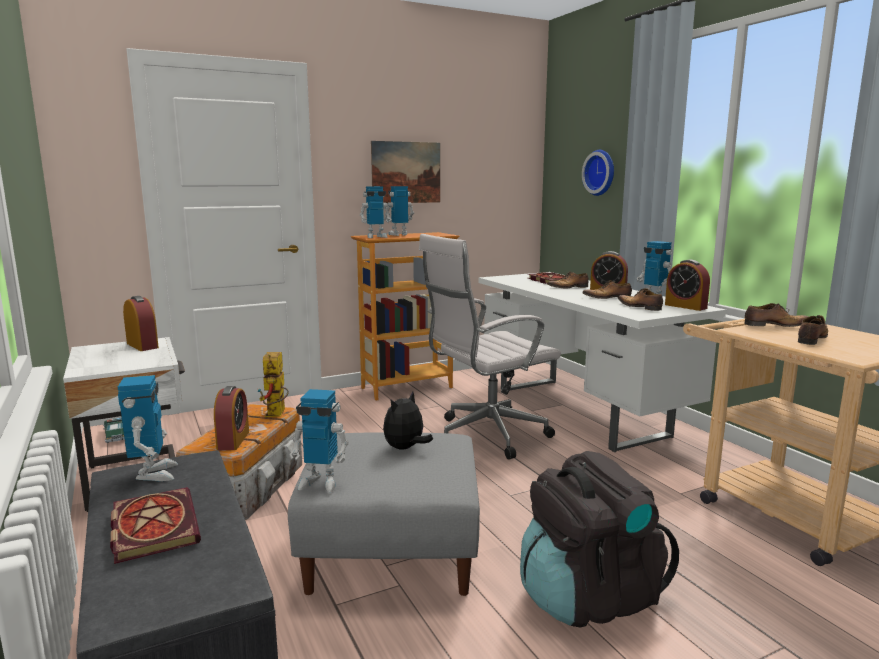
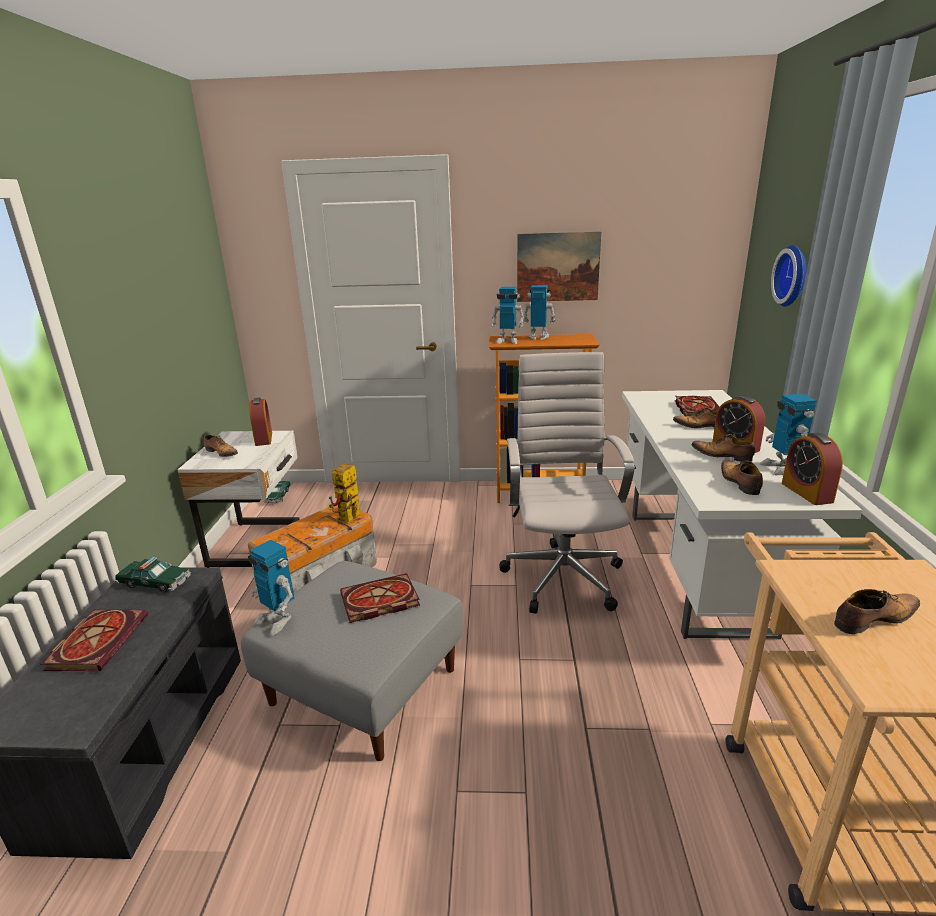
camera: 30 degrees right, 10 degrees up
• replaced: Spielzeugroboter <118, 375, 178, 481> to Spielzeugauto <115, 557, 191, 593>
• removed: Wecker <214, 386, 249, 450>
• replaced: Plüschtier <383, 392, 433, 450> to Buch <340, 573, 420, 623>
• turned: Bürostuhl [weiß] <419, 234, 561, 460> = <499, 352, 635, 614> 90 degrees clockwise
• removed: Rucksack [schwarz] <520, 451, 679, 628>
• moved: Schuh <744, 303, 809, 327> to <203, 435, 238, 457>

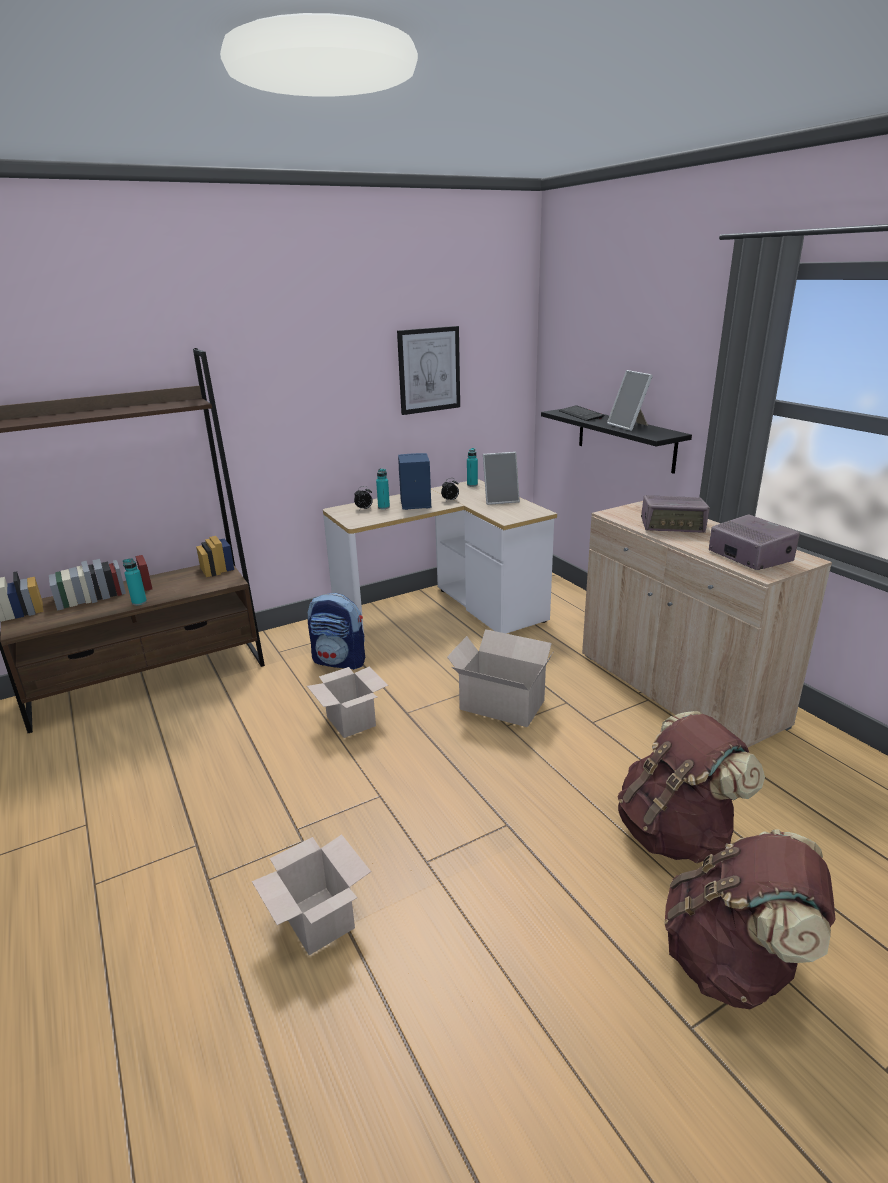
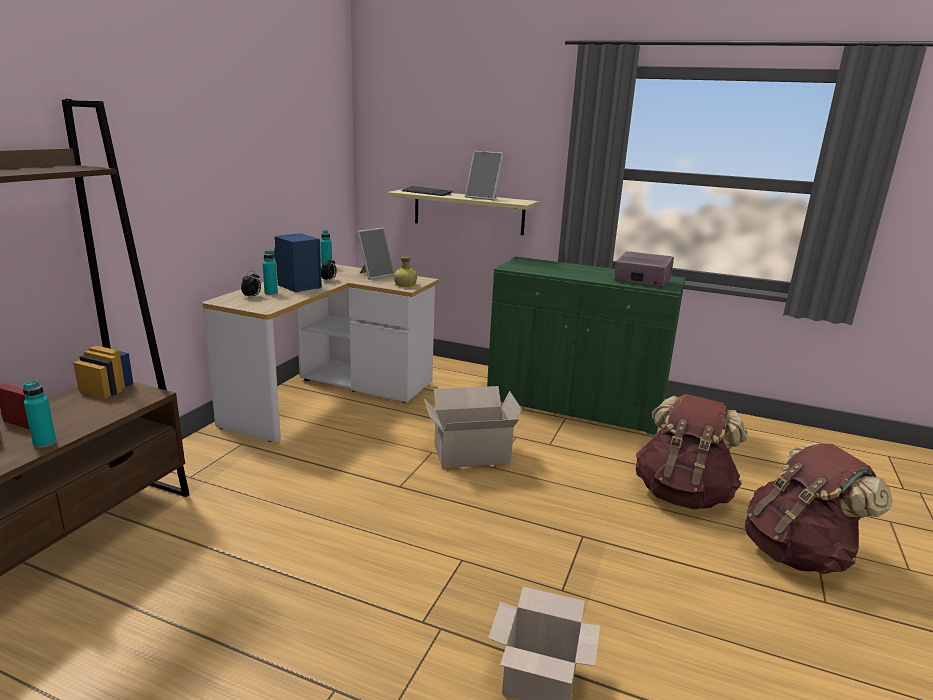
camera: 40 degrees left, 5 degrees down
• removed: Karton <307, 666, 388, 738>
• removed: Rucksack <308, 593, 365, 670>
• removed: Bild <397, 326, 460, 415>
• recoloured: Wandregal [schwarz] <541, 409, 692, 474> to Wandregal [beige] <387, 189, 539, 235>
• recoloured: Schrank [beige] <582, 501, 832, 747> to Schrank [grün] <487, 257, 685, 436>
• removed: Radio <641, 495, 710, 533>
• added: Flasche <393, 256, 417, 287>

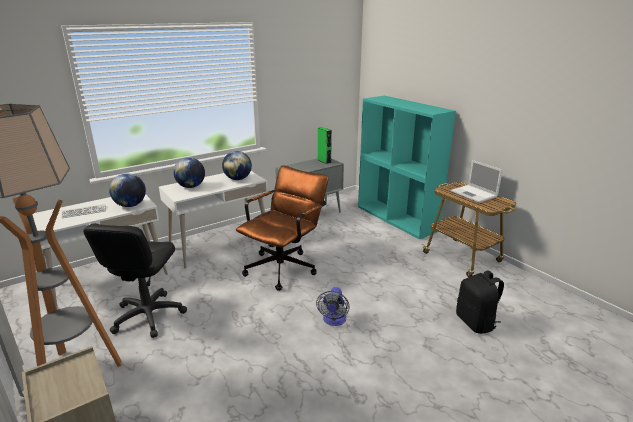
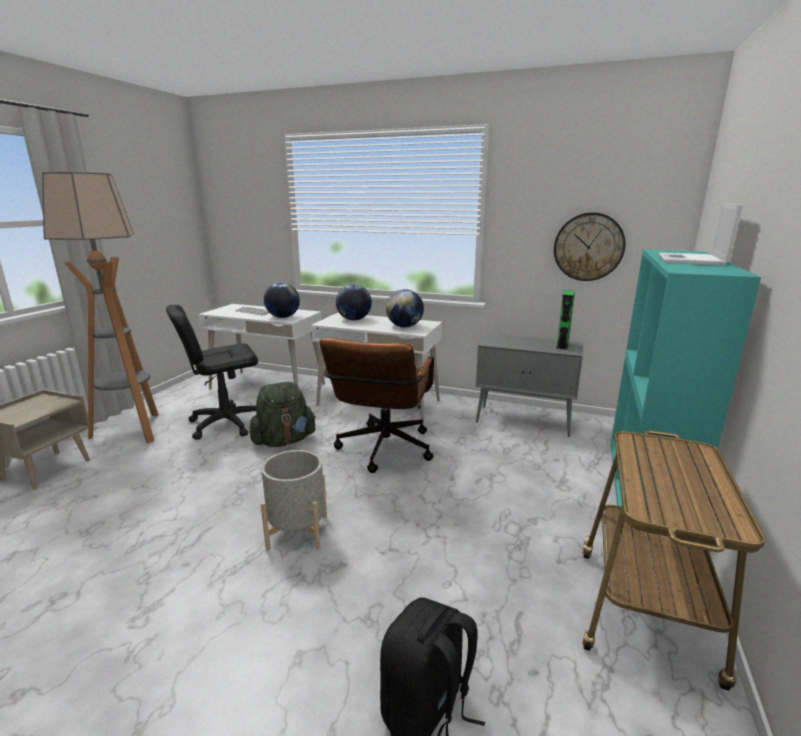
camera: 55 degrees right, 5 degrees down
• turned: Bürostuhl [braun] <236, 165, 329, 291> = <319, 338, 434, 473> 105 degrees clockwise
• replaced: Ventilator <316, 287, 350, 326> to Pflanzkübel [grau] <260, 450, 327, 550>
• moved: Laptop <450, 160, 503, 203> to <658, 204, 743, 266>
• added: Rucksack [grün] <249, 382, 316, 447>
• added: Wanduhr <554, 212, 625, 281>

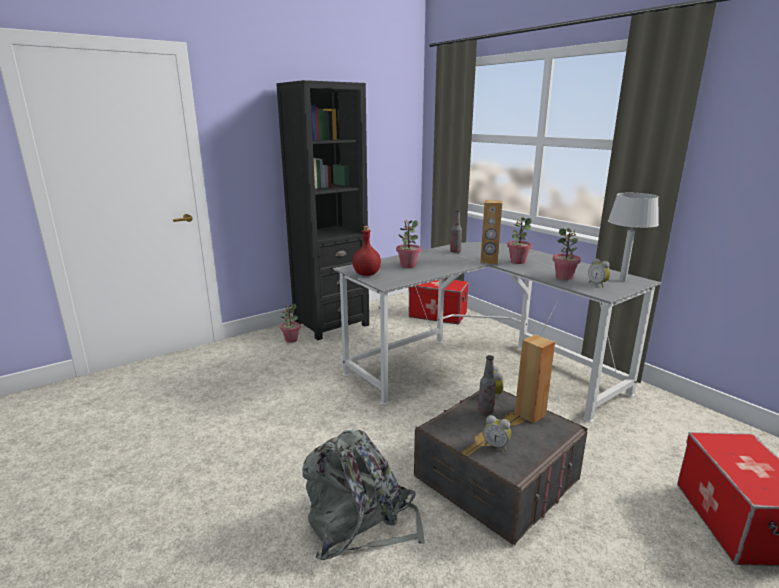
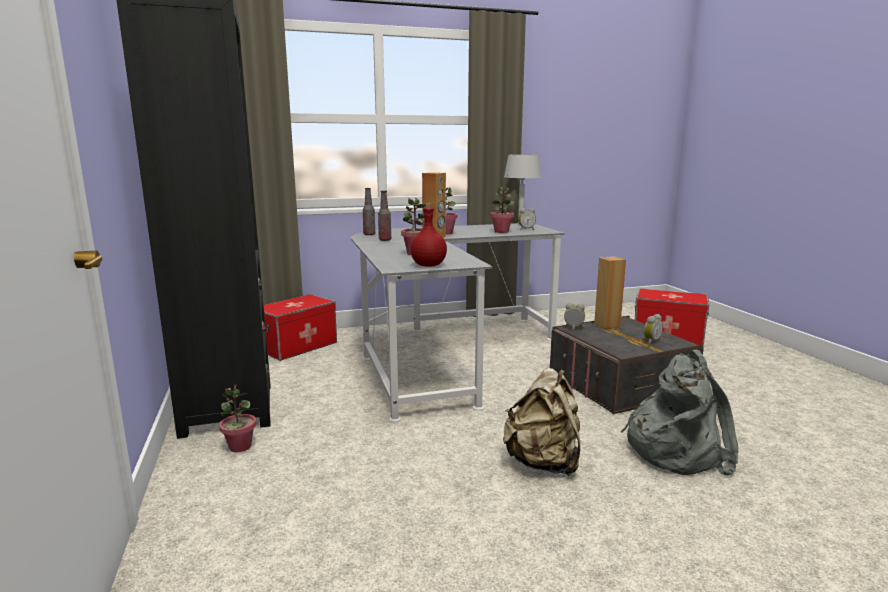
camera: 70 degrees left, 5 degrees down
• moved: Flasche <478, 355, 496, 414> to <363, 188, 375, 235>
• added: Rucksack [beige] <503, 368, 580, 476>

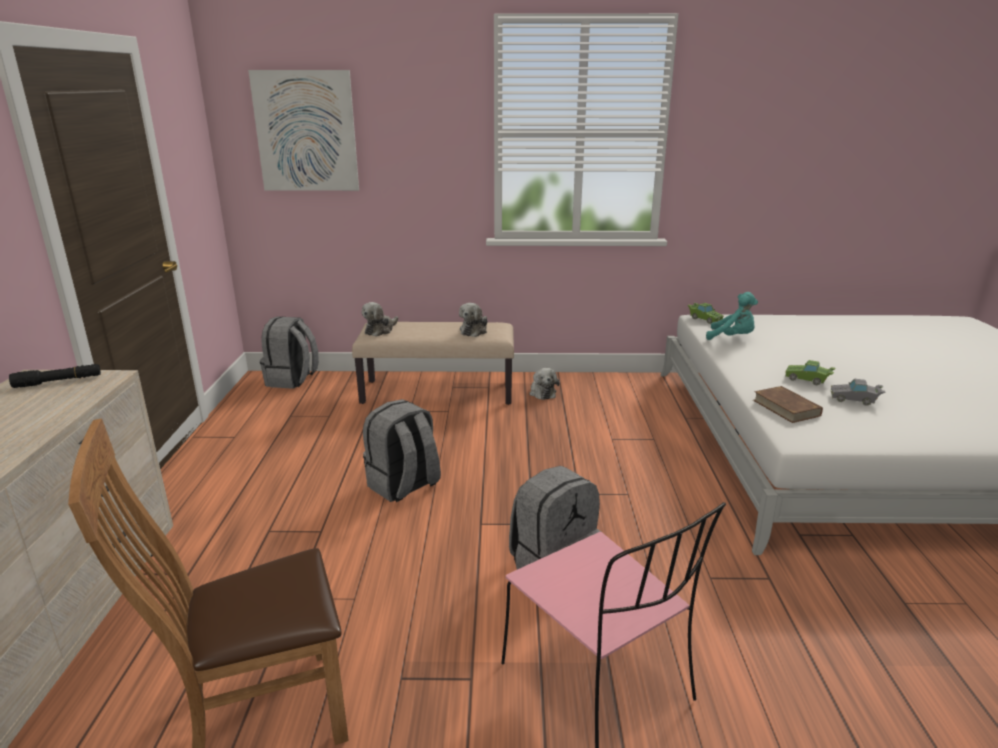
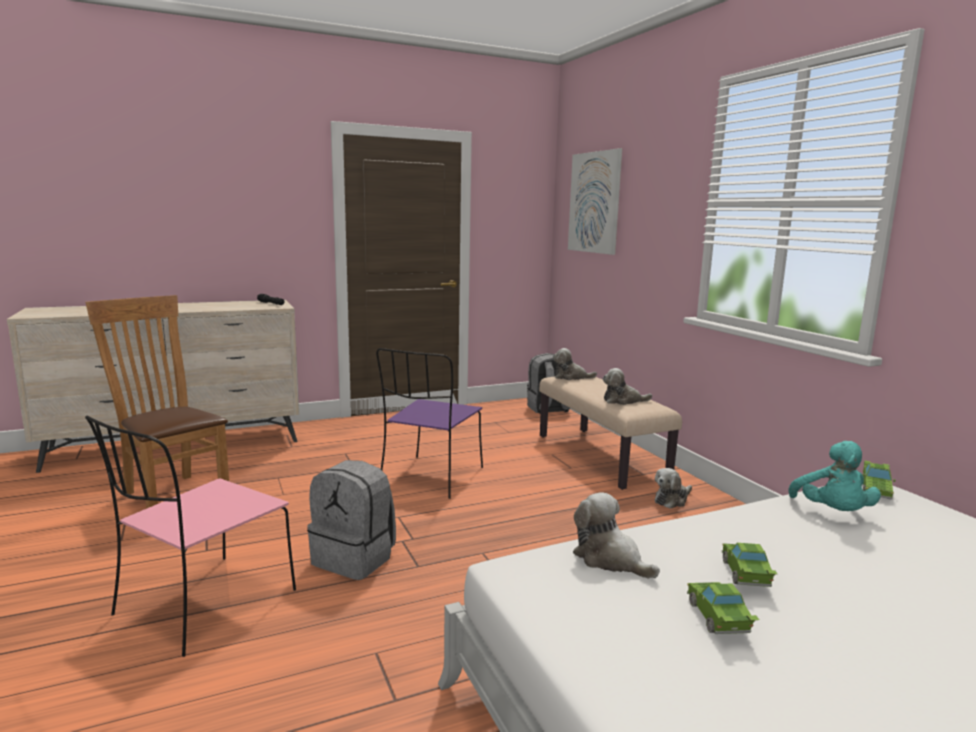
camera: 65 degrees right, 10 degrees down
• replaced: Rucksack [grau] <363, 399, 441, 502> to Stuhl [lila] <376, 348, 483, 499>
• replaced: Buch [braun] <753, 386, 823, 423> to Plüschtier <573, 492, 660, 578>
• recoloured: Spielzeugauto [grau] <831, 379, 886, 406> to Spielzeugauto [grün] <687, 582, 759, 634>

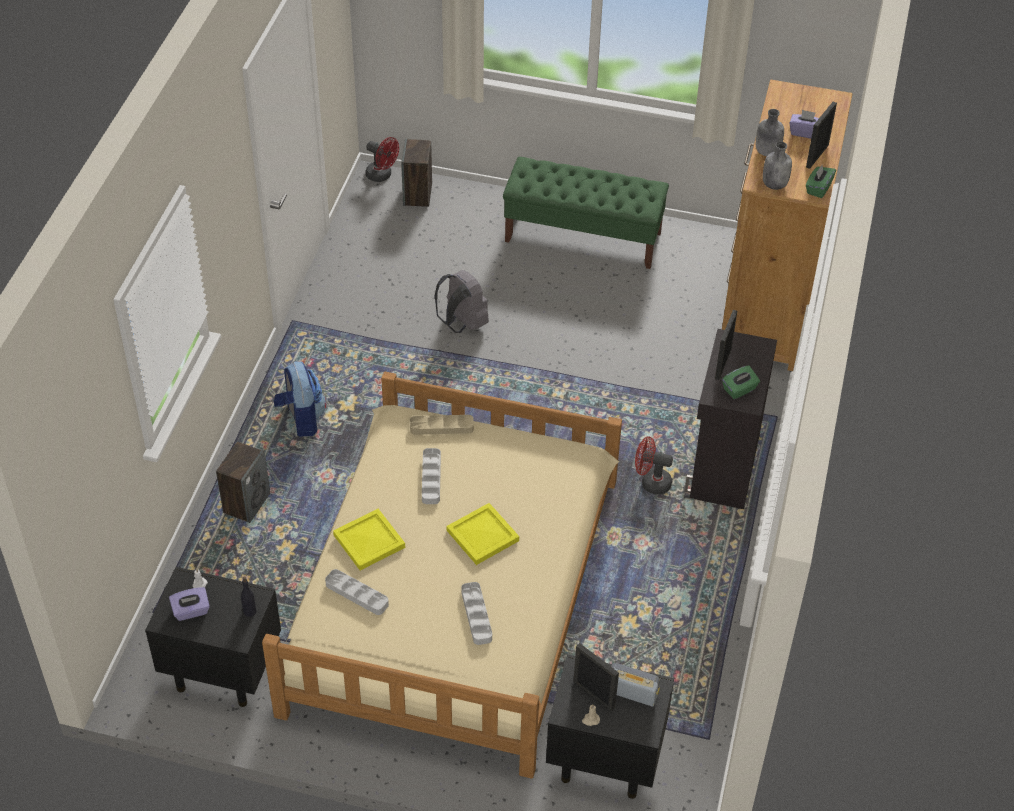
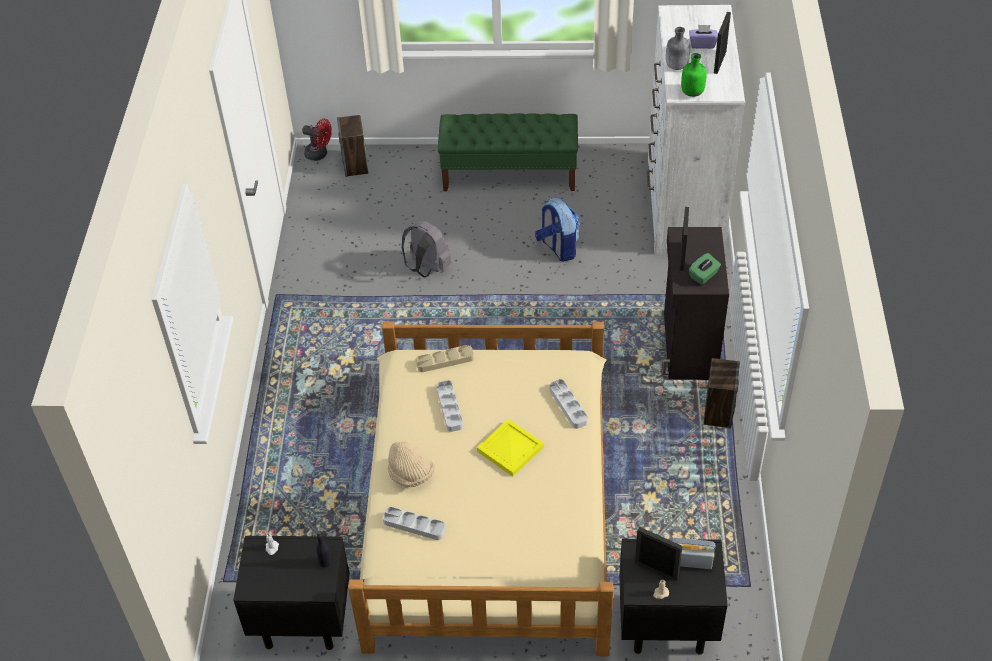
camera: 10 degrees left, 0 degrees up
• removed: Taschentuchbox [lila] <169, 587, 210, 621>
• moved: Lautsprecher <216, 442, 270, 523> to <703, 358, 740, 428>
• moved: Rucksack <274, 361, 326, 437> to <535, 198, 579, 262>
• replaced: Tablett [gelb] <333, 509, 405, 571> to Hut [beige] <388, 441, 434, 487>
• moved: Tablett [grau] <461, 582, 492, 645> to <549, 379, 588, 429>
• removed: Ventilator [rot] <635, 436, 673, 494>
• recoloured: Kommode [braun] <722, 80, 853, 371> to Kommode [weiß] <647, 5, 745, 254>
• recoloured: Flasche [grau] <763, 141, 792, 190> to Flasche [grün] <681, 53, 707, 97>
• removed: Taschentuchbox [grün] <806, 165, 836, 198>

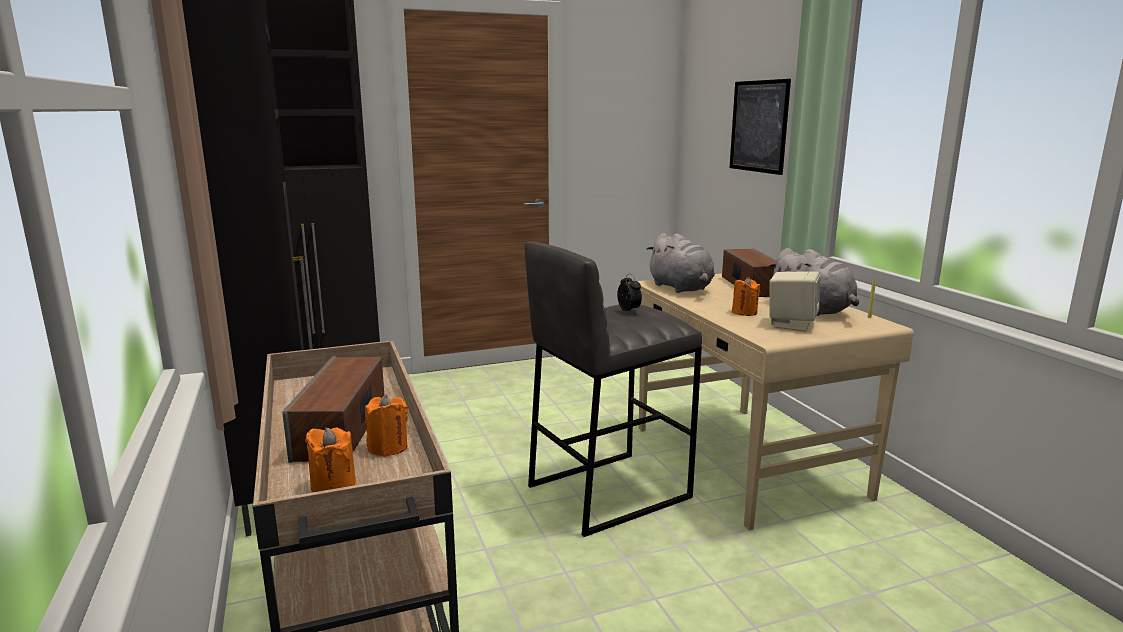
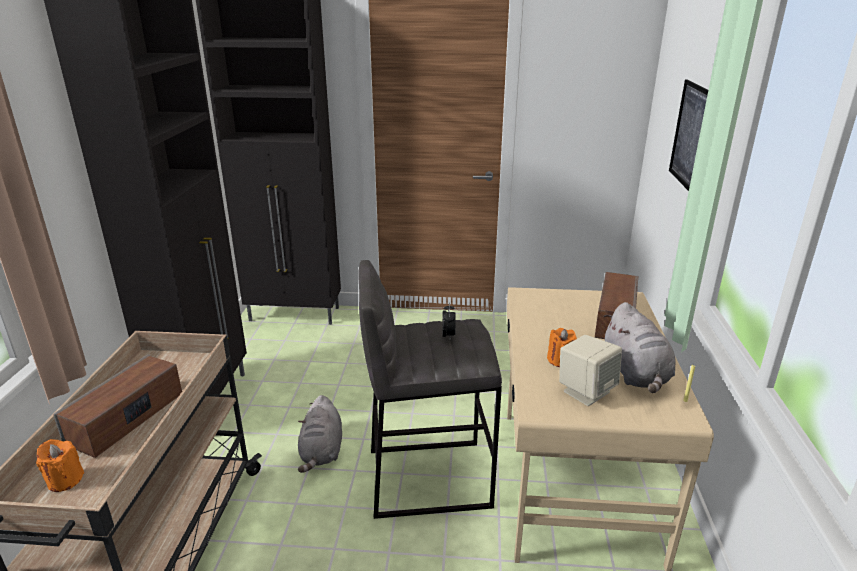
camera: 25 degrees right, 10 degrees up
• removed: Kerze [orange] <365, 394, 408, 457>
• moved: Plüschtier [grau] <646, 233, 715, 293> to <298, 395, 342, 473>

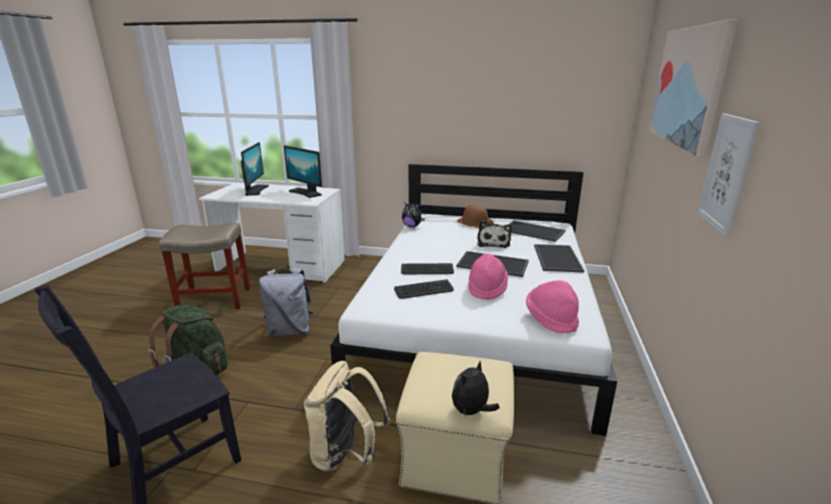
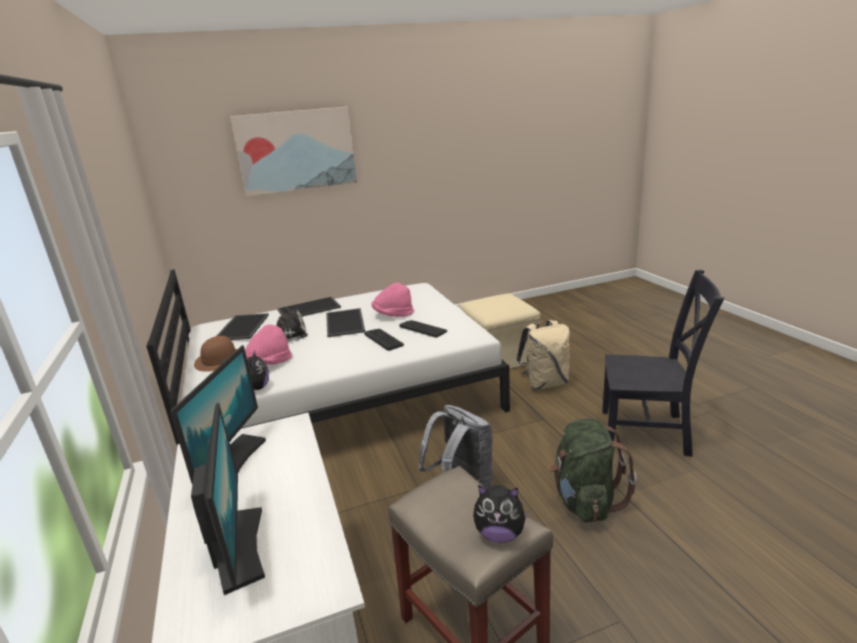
camera: 120 degrees left, 0 degrees up
• turned: Monitor <241, 142, 269, 196> = <191, 403, 265, 595> 105 degrees clockwise
• moved: Plüschtier <452, 361, 500, 416> to <473, 485, 530, 543>
• moved: Hut [rosa] <526, 280, 579, 333> to <245, 324, 292, 364>
• removed: Bild <697, 114, 760, 236>

